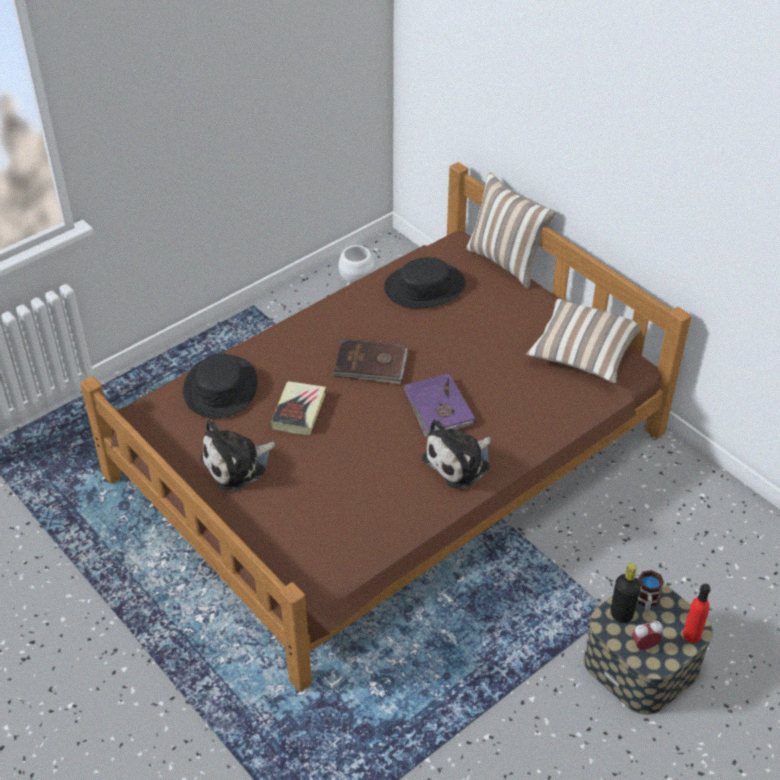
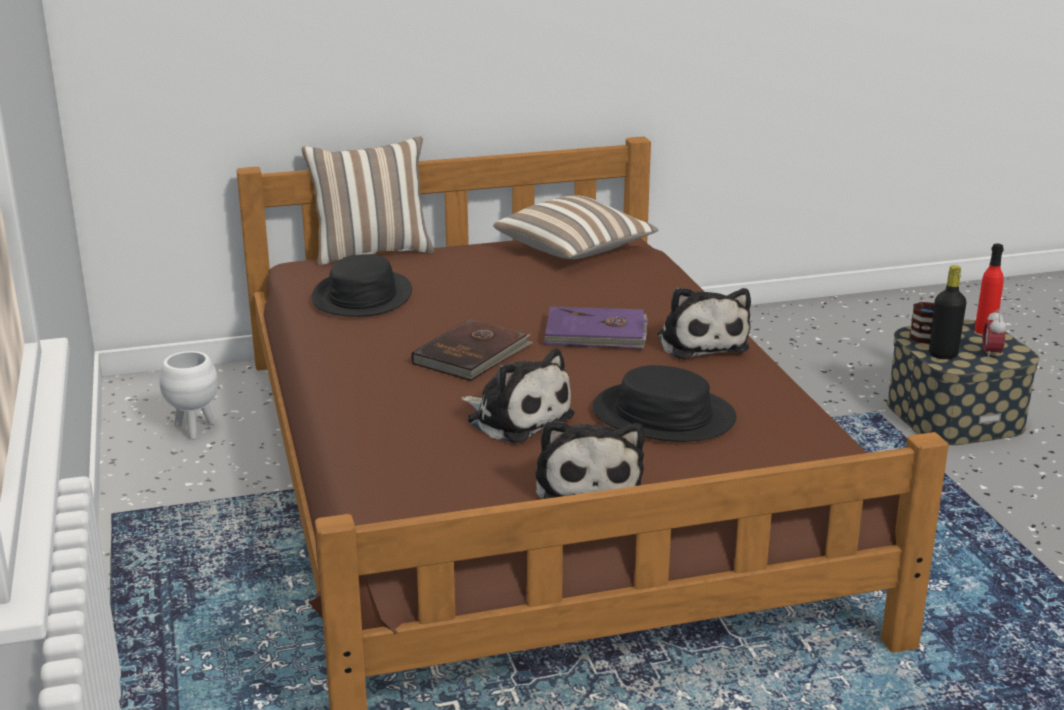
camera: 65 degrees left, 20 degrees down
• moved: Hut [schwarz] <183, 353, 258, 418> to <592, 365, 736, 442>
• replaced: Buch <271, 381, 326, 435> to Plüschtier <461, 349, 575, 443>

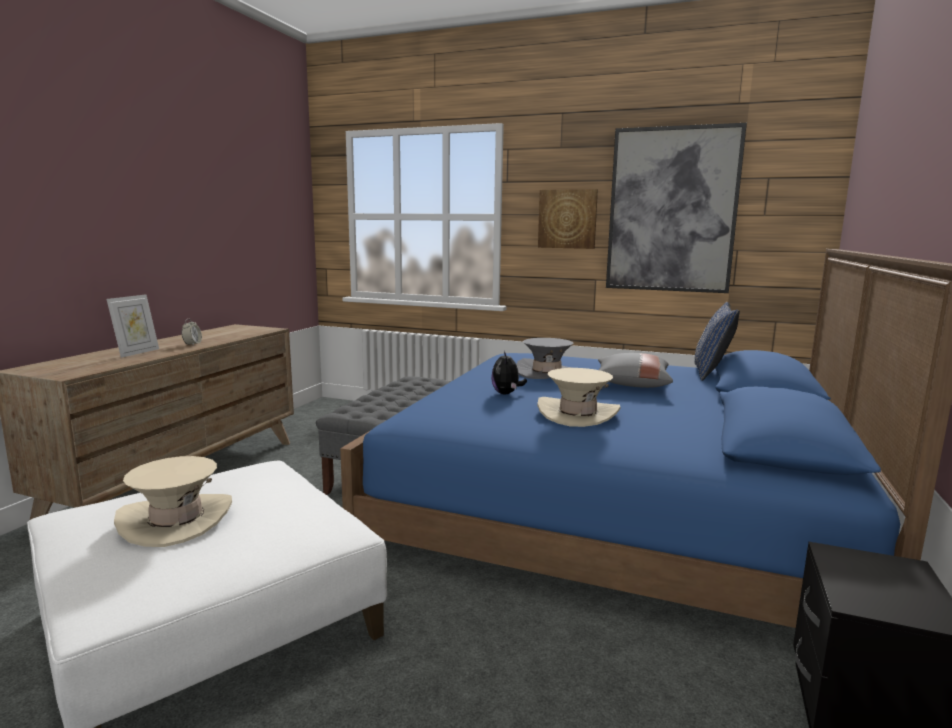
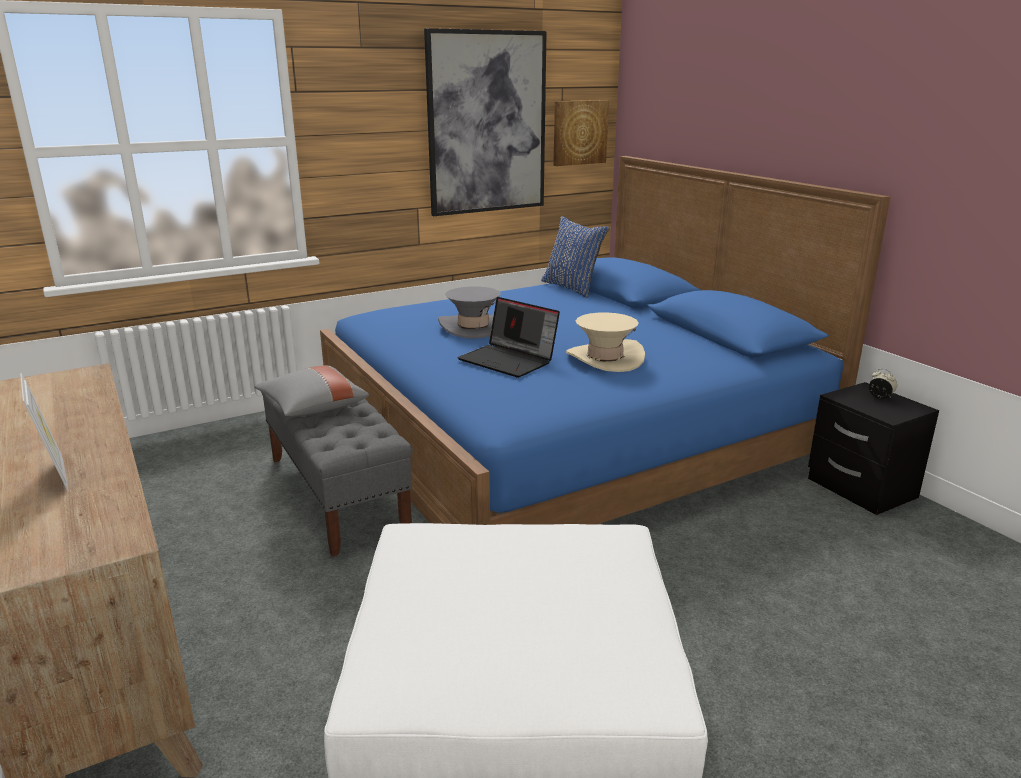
camera: 50 degrees left, 10 degrees up
• removed: Hut [beige] <114, 456, 232, 547>
• moved: Wecker <182, 319, 202, 345> to <869, 369, 897, 399>
• replaced: Plüschtier <491, 351, 527, 394> to Laptop <457, 297, 560, 378>
• moved: Bild <538, 189, 598, 249> to <553, 100, 609, 166>
• moved: Kissen [grau] <598, 353, 673, 388> to <254, 366, 369, 416>

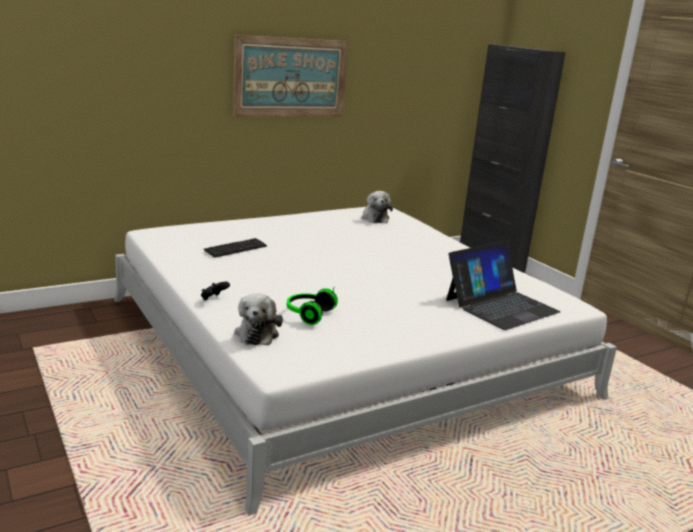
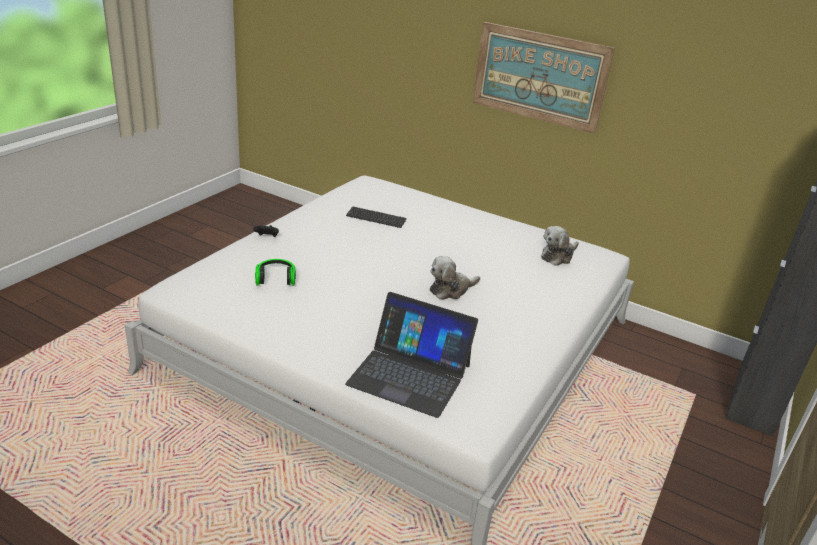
camera: 60 degrees right, 10 degrees up
• moved: Plüschtier <234, 293, 283, 345> to <430, 256, 480, 300>

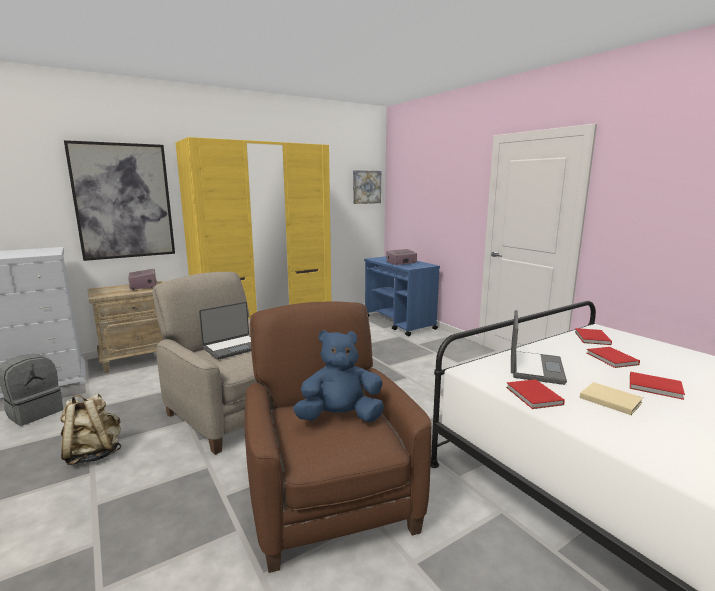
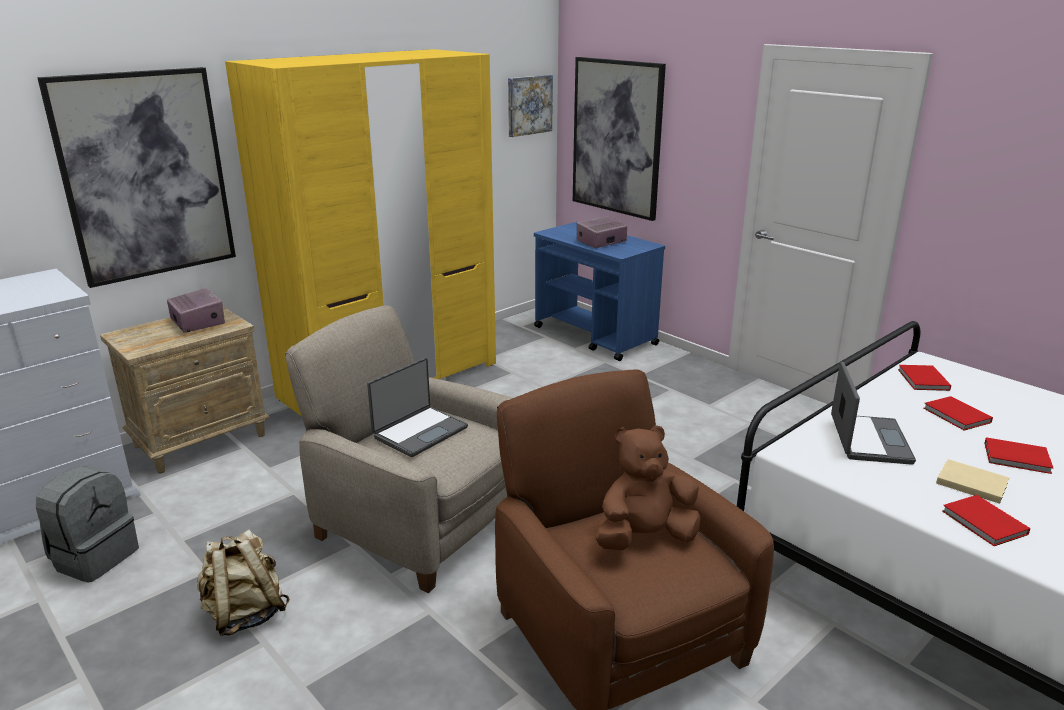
camera: 10 degrees left, 10 degrees up
• recoloured: Plüschtier [blau] <293, 330, 384, 422> to Plüschtier [braun] <595, 425, 701, 550>
• moved: Buch [rot] <506, 379, 565, 409> to <942, 495, 1030, 546>
• added: Bild <573, 57, 666, 221>

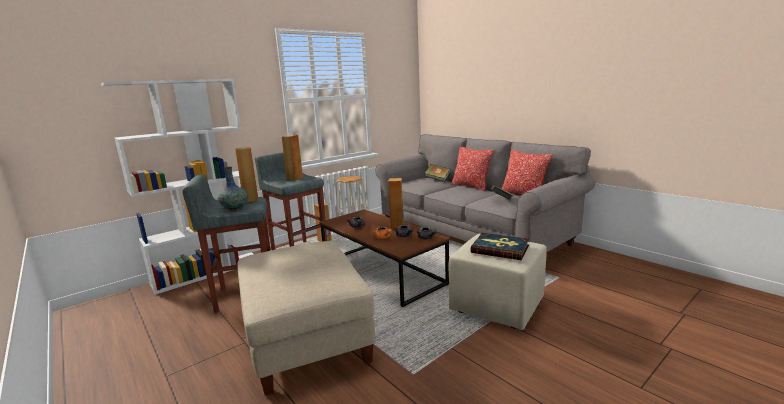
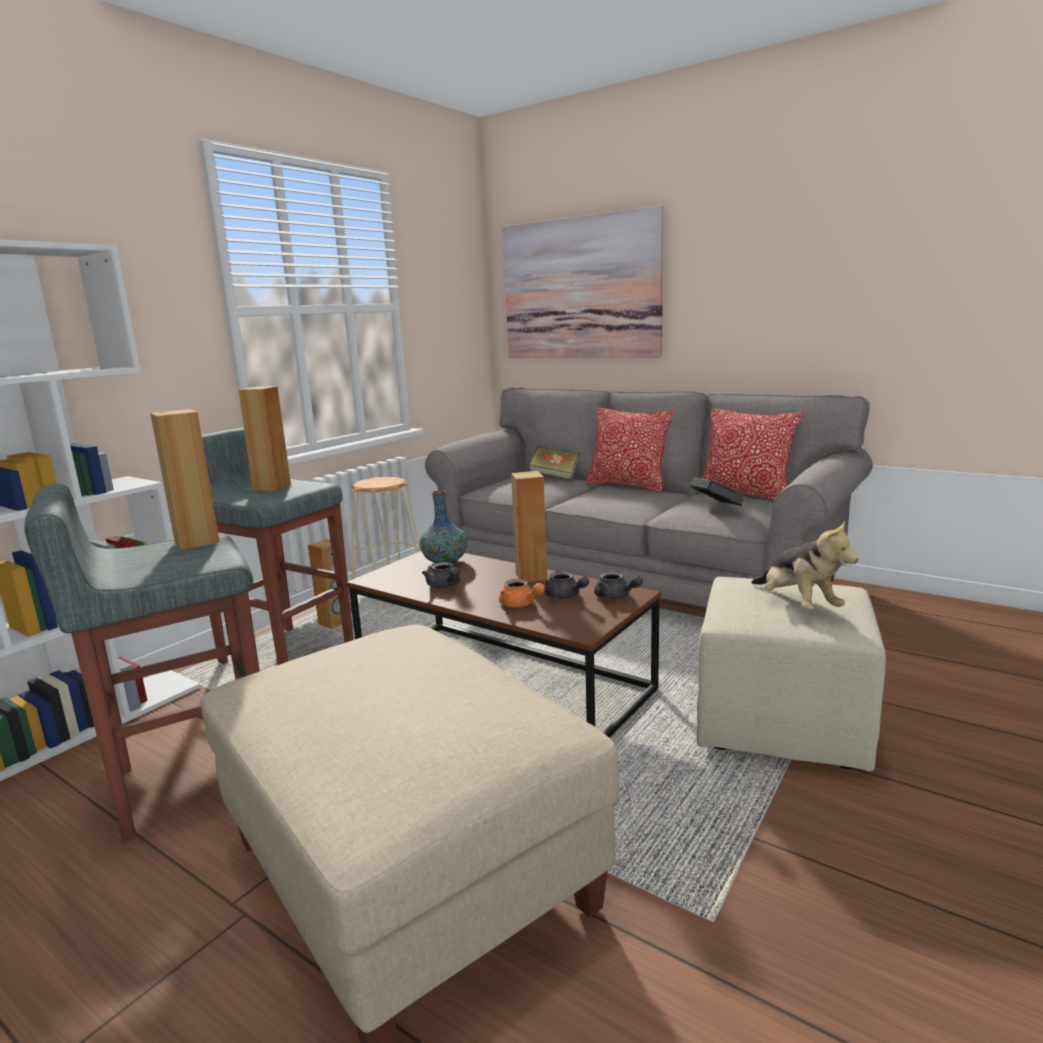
camera: 15 degrees left, 0 degrees up
• moved: Vase <218, 167, 248, 210> to <420, 490, 468, 564>
• replaced: Buch <471, 233, 529, 260> to Plüschtier <751, 520, 859, 610>
• added: Bild <502, 205, 664, 358>

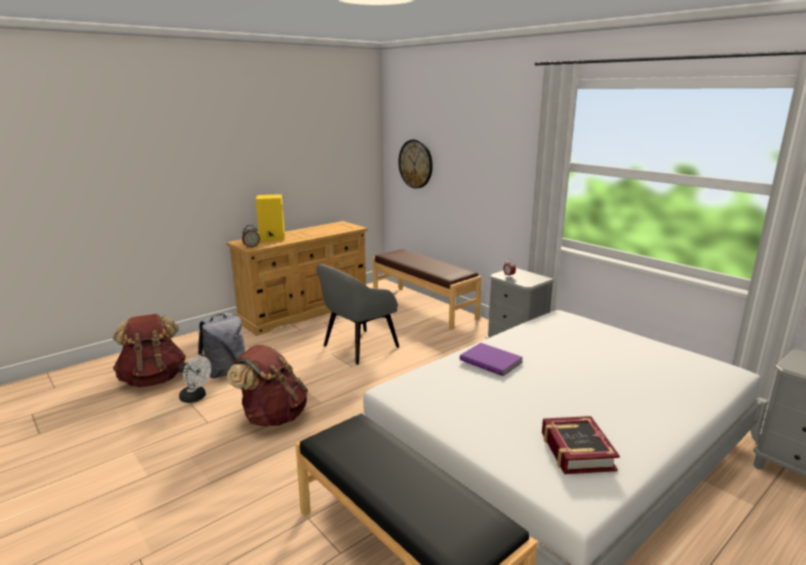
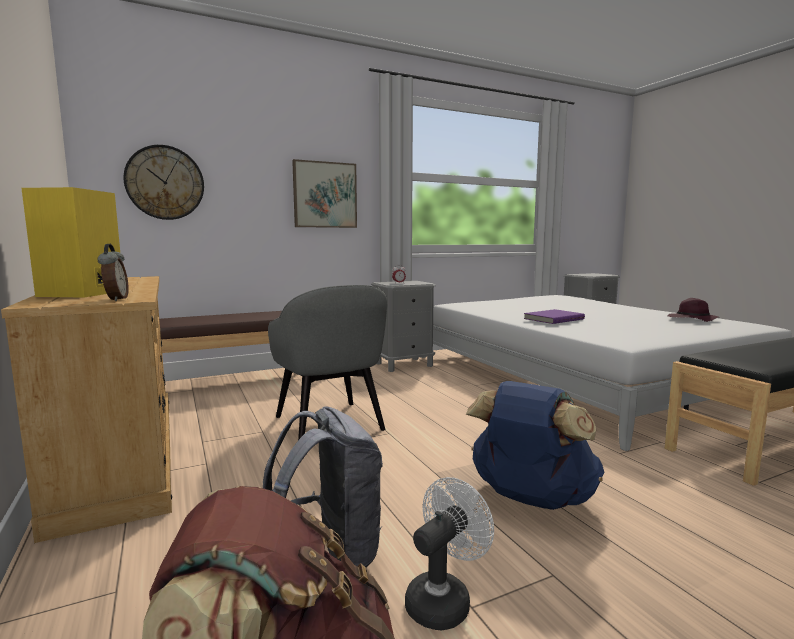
camera: 75 degrees left, 10 degrees down
• recoloured: Rucksack [braun] <227, 345, 308, 427> to Rucksack [blau] <466, 381, 605, 510>
• replaced: Buch <542, 416, 620, 474> to Hut [lila] <667, 298, 718, 322>
• added: Bild <292, 159, 357, 228>

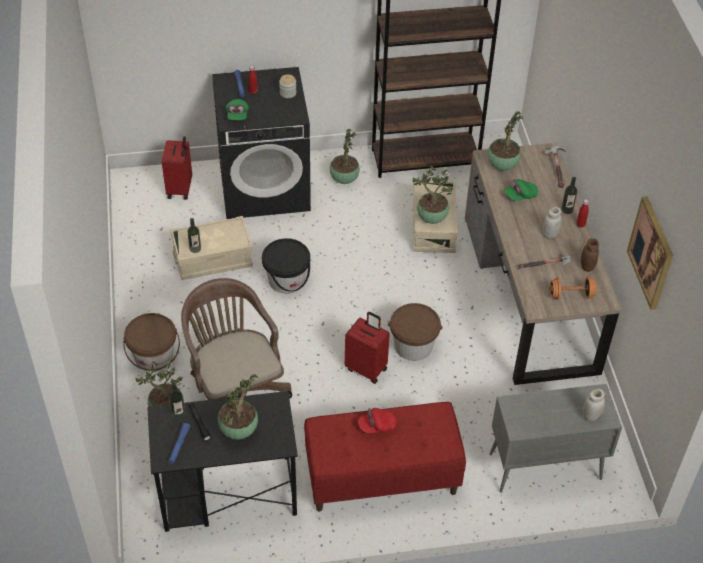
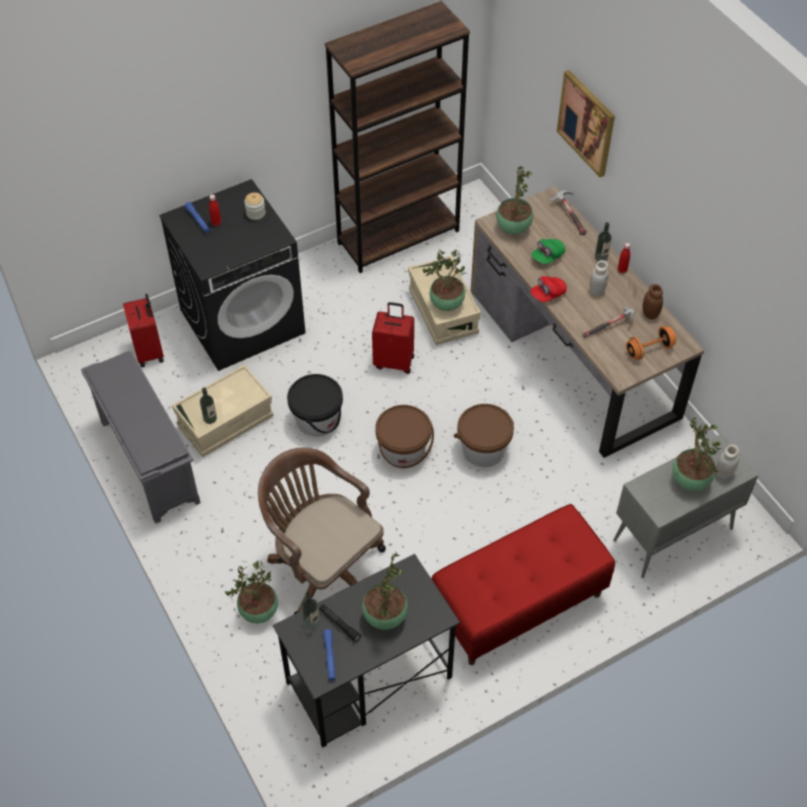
camera: 20 degrees left, 5 degrees up
• moved: Eimer [braun] <124, 313, 180, 371> to <375, 405, 434, 468>
• removed: Kappe [grün] <226, 99, 249, 120>
• moved: Topfpflanze <330, 129, 360, 184> to <673, 418, 721, 491>
• moved: Koffer [rot] <345, 312, 390, 384> to <372, 302, 414, 374>
• moved: Kappe [rot] <358, 408, 397, 434> to <530, 276, 567, 302>
• moved: Bild <627, 196, 673, 310> to <557, 70, 615, 177>
• added: Schuhregal [grau] <81, 351, 201, 524>

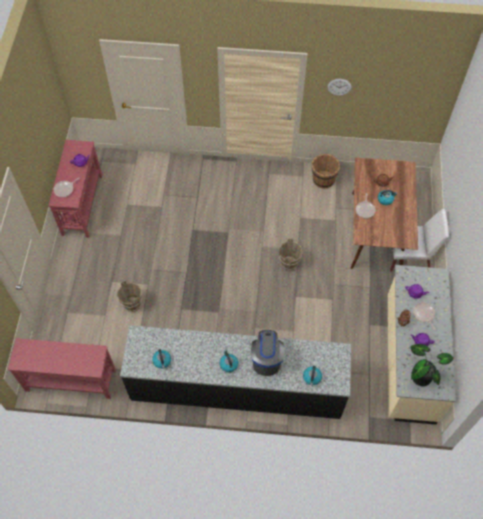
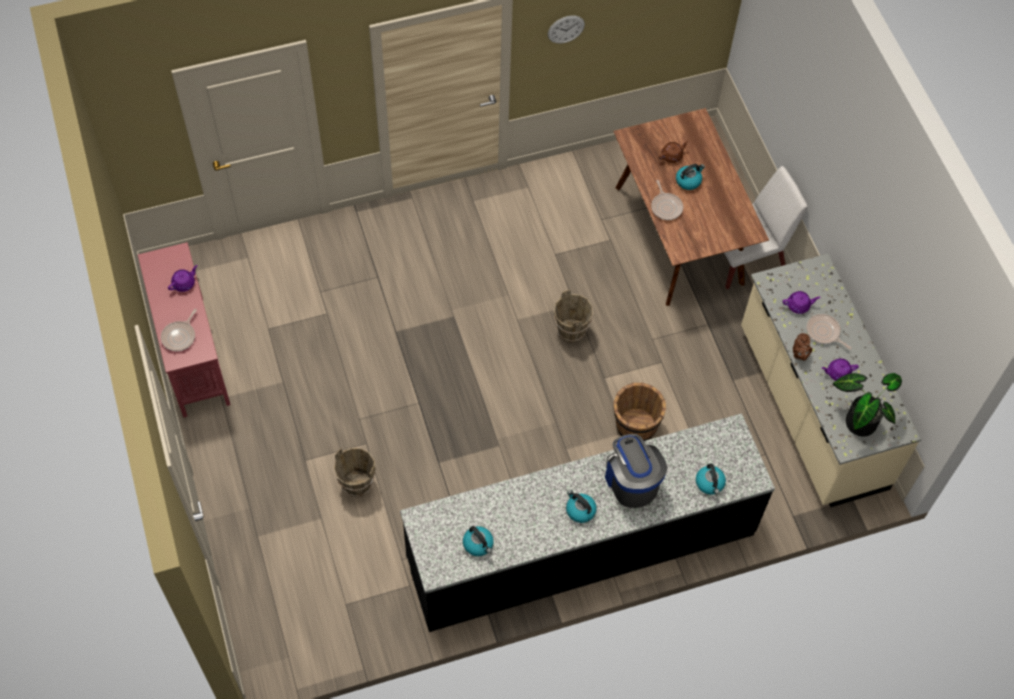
camera: 25 degrees left, 0 degrees up
• removed: Konsolentisch [rot] <8, 338, 116, 399>
• moved: Eimer [braun] <311, 154, 340, 189> to <613, 383, 666, 441>

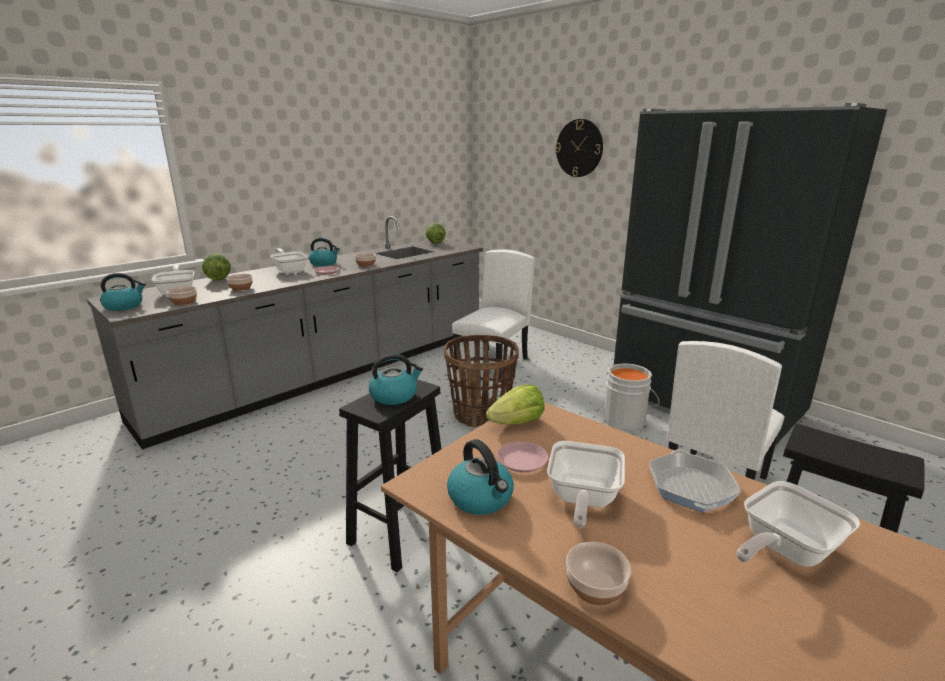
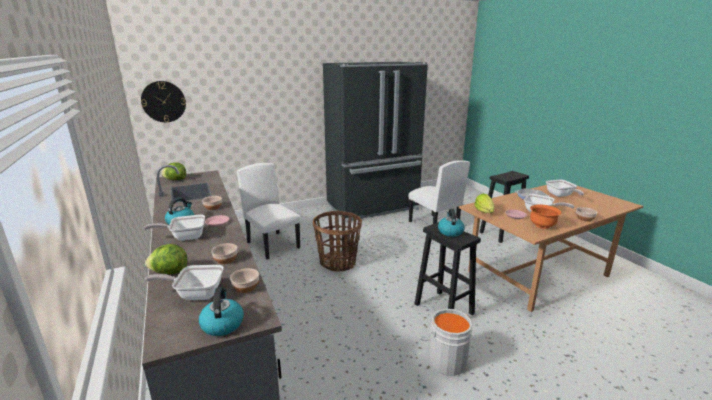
camera: 70 degrees left, 0 degrees up
• replaced: Wasserkessel <447, 439, 514, 515> to Schüssel [orange] <530, 204, 561, 229>
• moved: Wanduhr <555, 119, 603, 177> to <141, 81, 186, 122>
• moved: Eimer [grau] <604, 363, 659, 431> to <421, 309, 473, 376>

